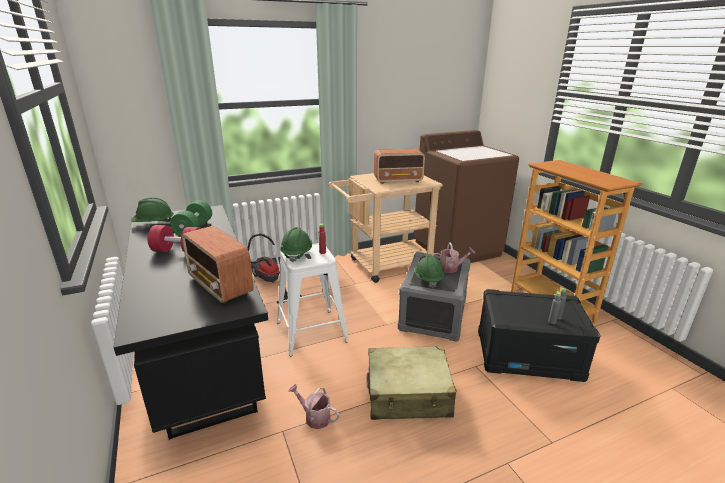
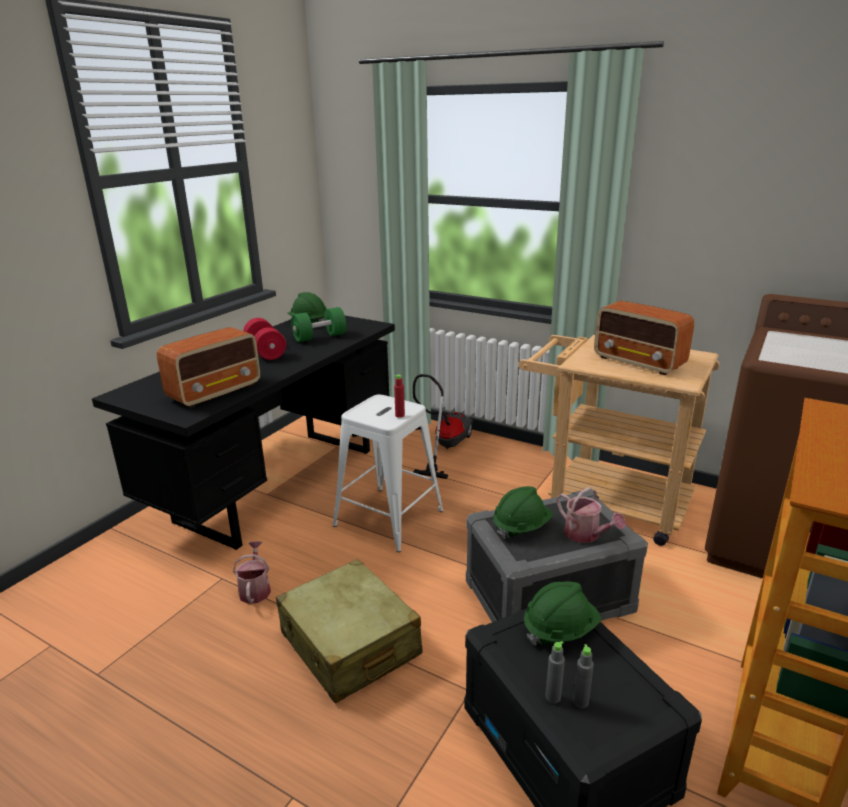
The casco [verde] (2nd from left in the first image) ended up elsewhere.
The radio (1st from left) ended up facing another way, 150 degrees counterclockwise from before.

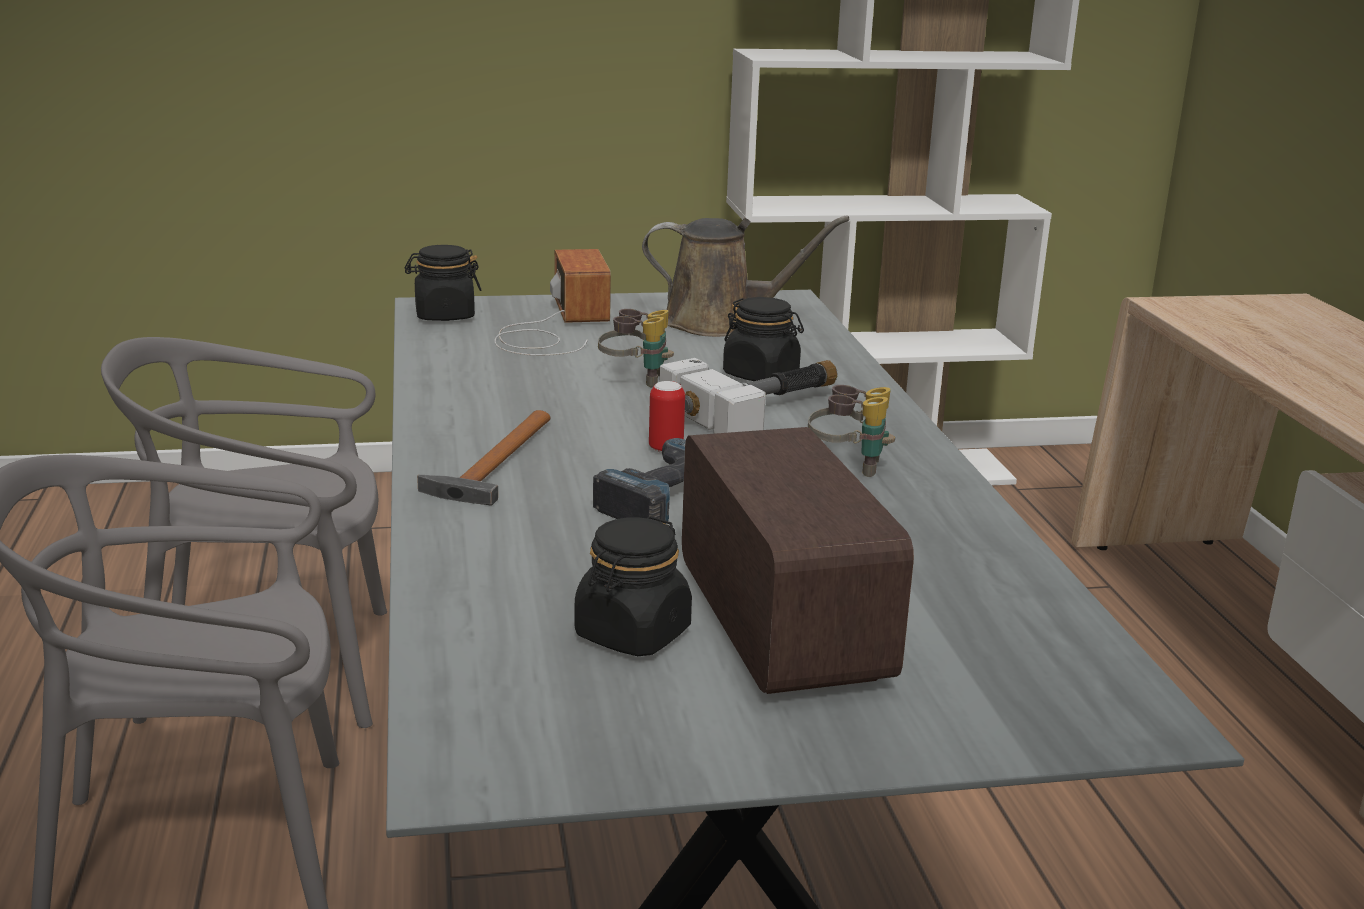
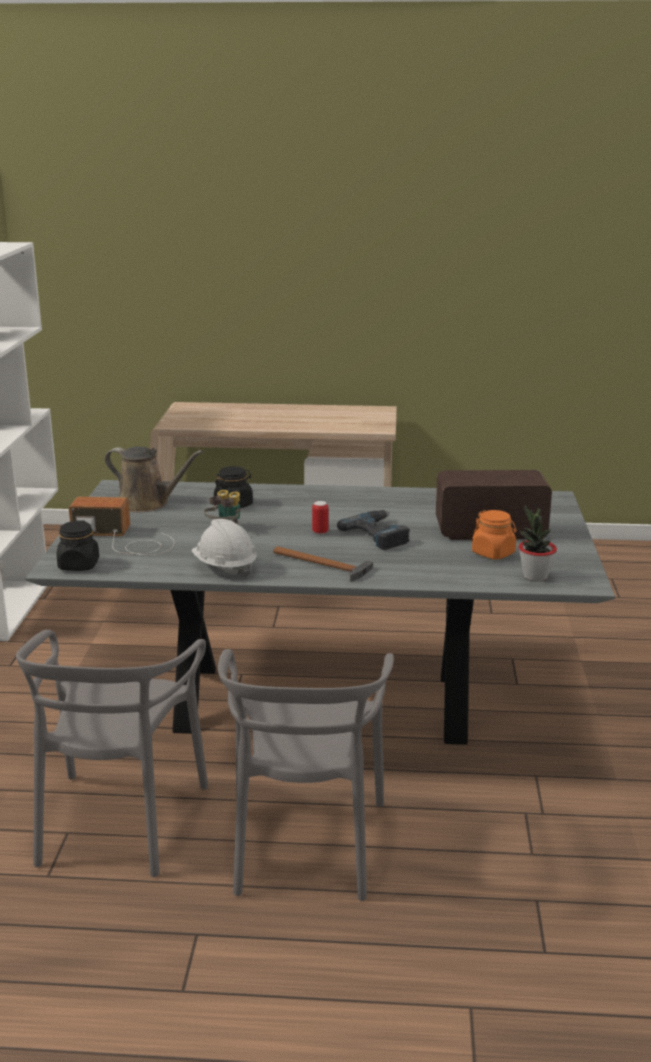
The second view lost the martillo (2nd from left).
The second view lost the prismáticos (2nd from left).
The second view gained the casco [blanco].
The second view gained the planta en maceta.
What was the tarro [negro] (2nd from left) turned into the tarro [naranja].
The regadera [marrón] ended up facing another way, 90 degrees clockwise from before.

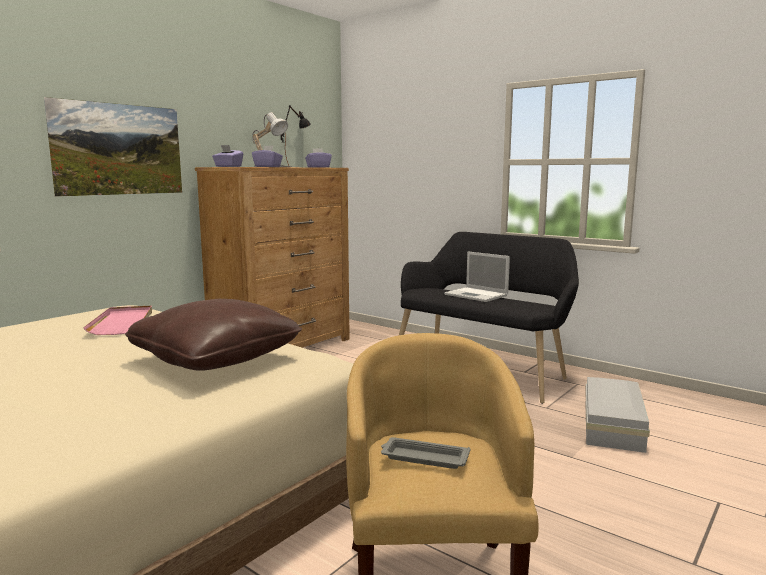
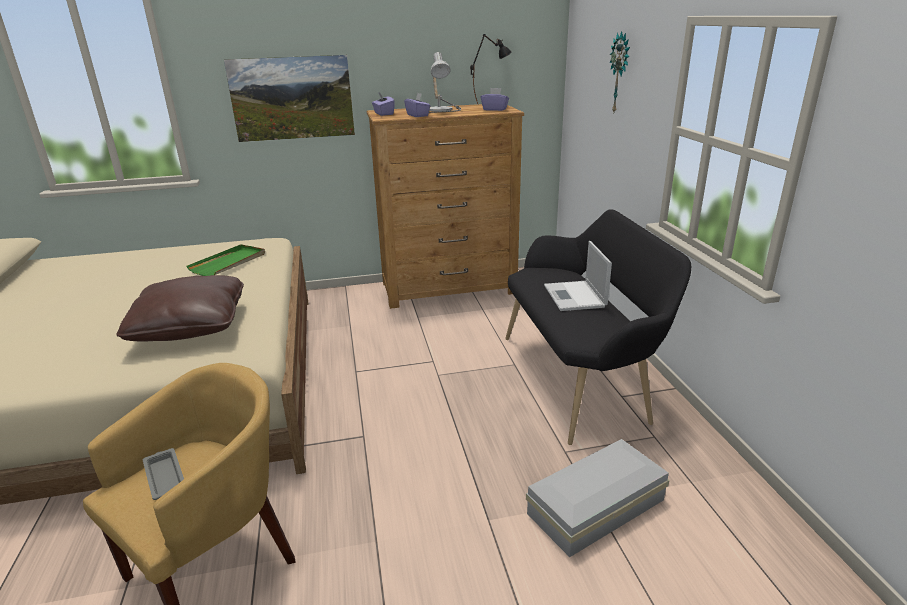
The second view gained the reloj de pared.
What was the bandeja [rosa] turned into the bandeja [verde].

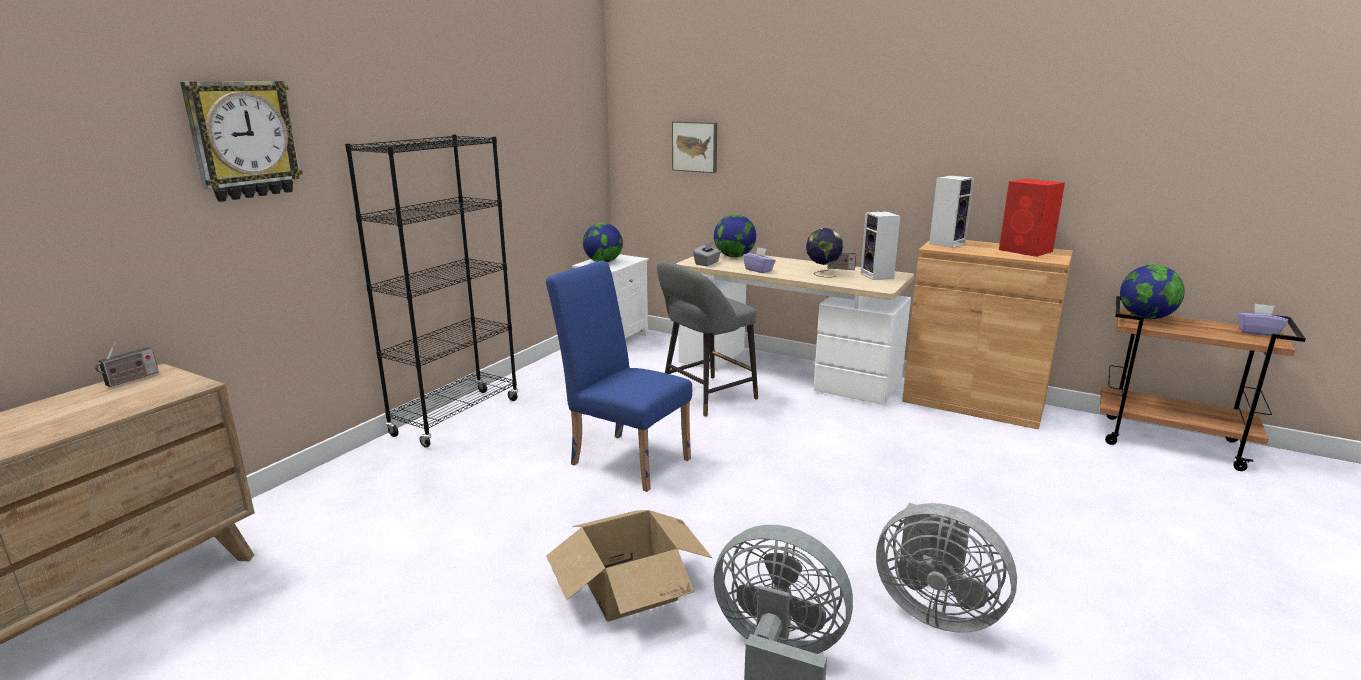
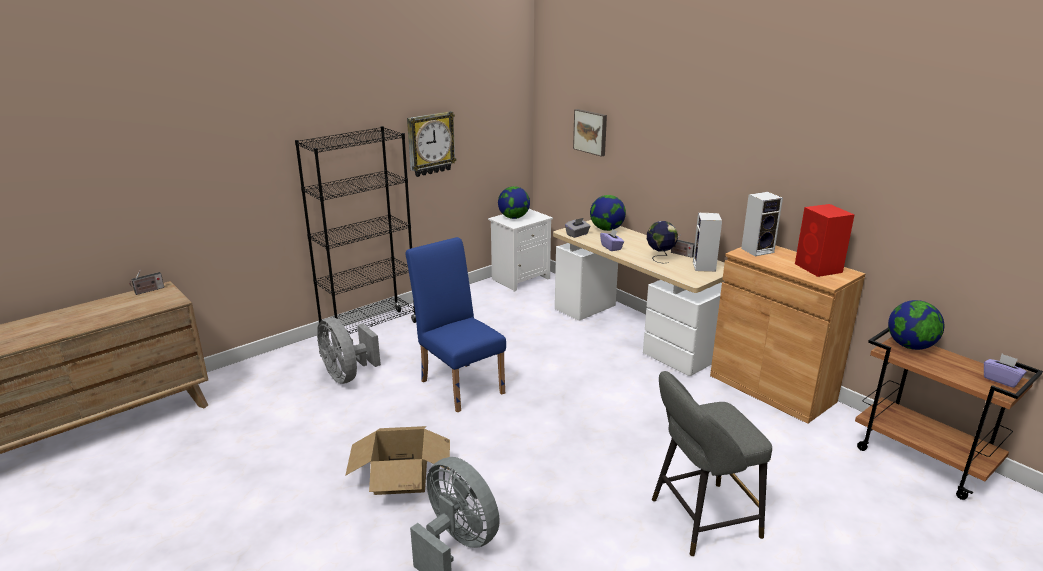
The reloj de pared ended up elsewhere.
The taburete [gris] ended up elsewhere.
The ventilador [gris] (2nd from left in the first image) ended up elsewhere.

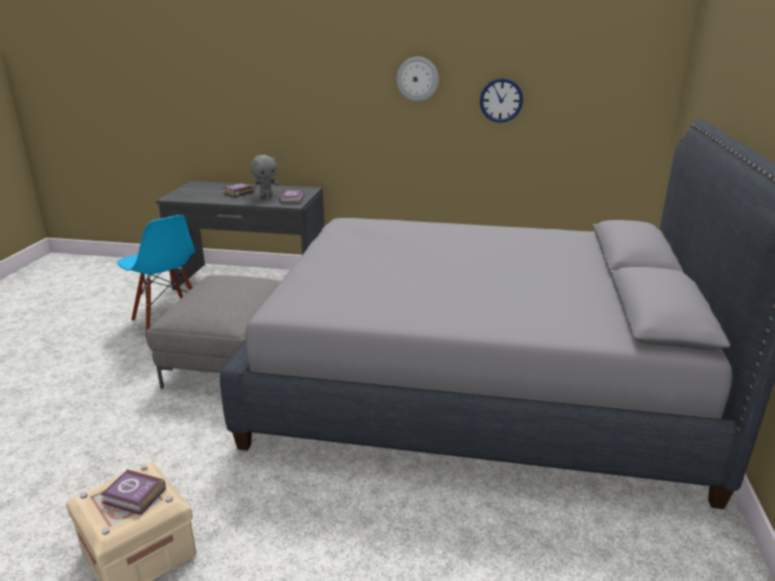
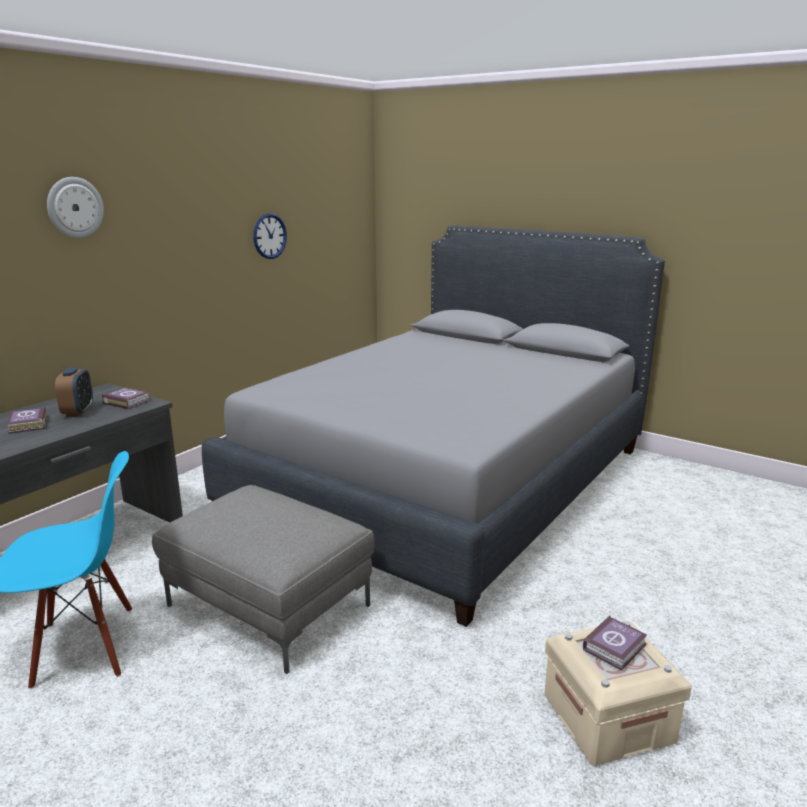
The reloj de pared (1st from left) ended up elsewhere.
Where the peluche [gris] stood, the despertador came to stand.

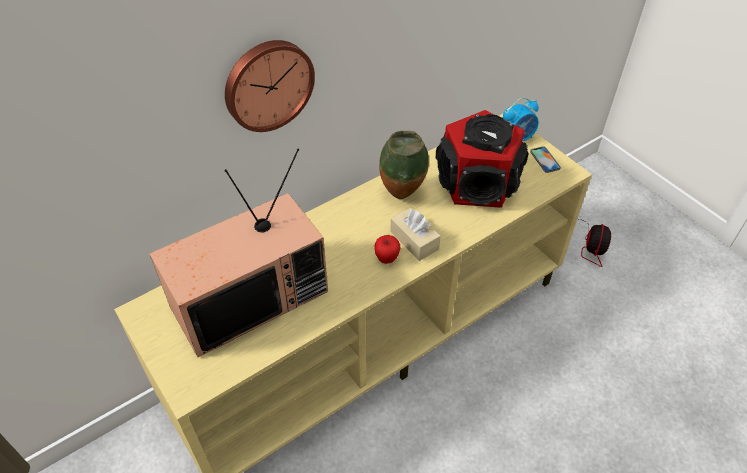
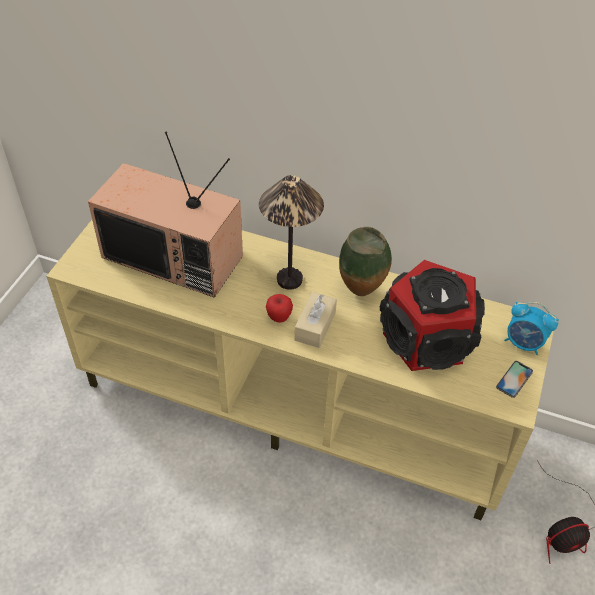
The second view lost the reloj de pared.
The second view gained the lámpara de mesa.

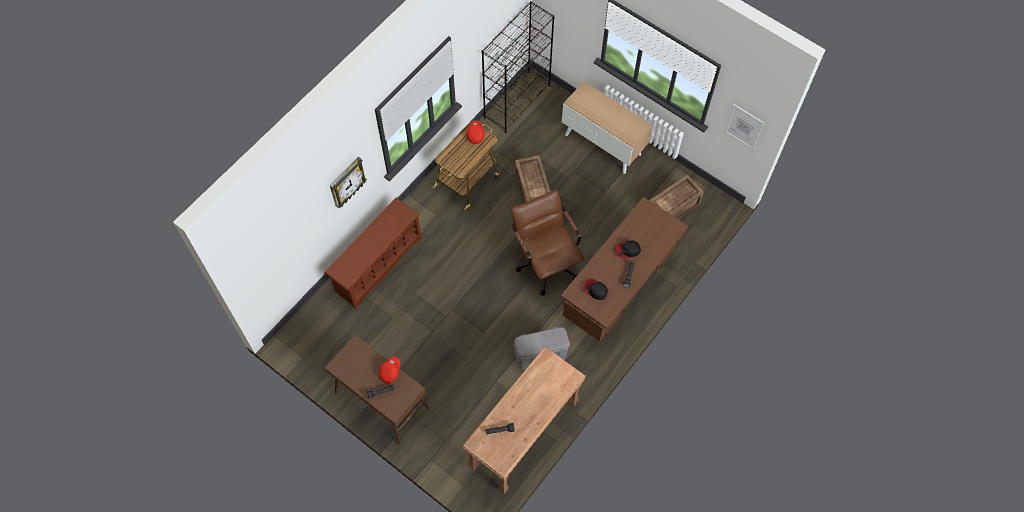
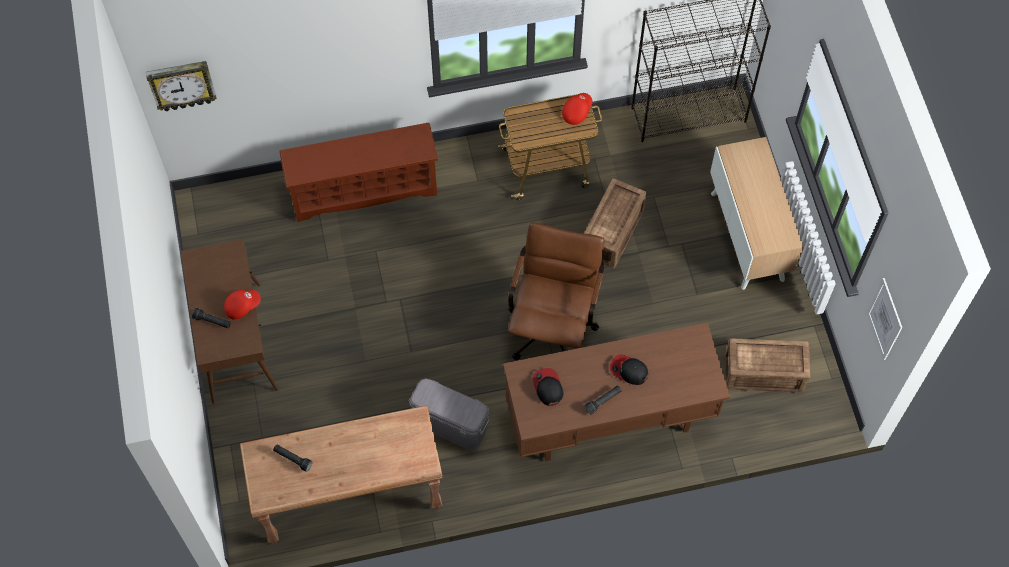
The reloj de pared ended up elsewhere.

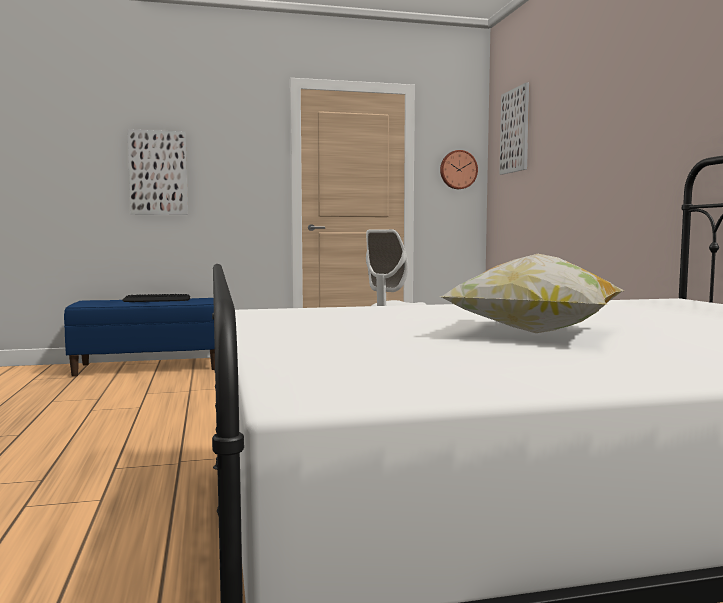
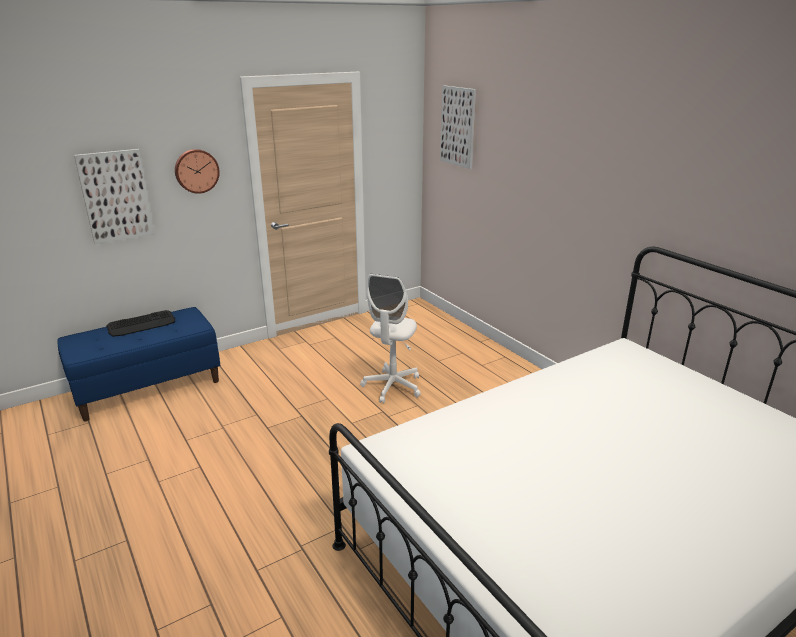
The second view lost the cojín.
The reloj de pared ended up elsewhere.

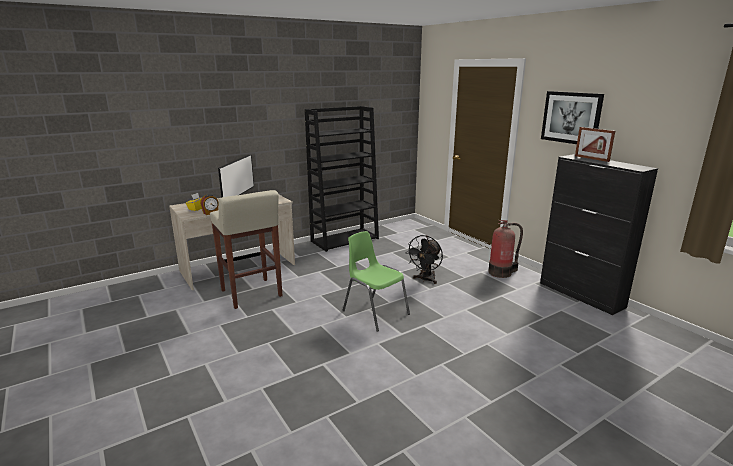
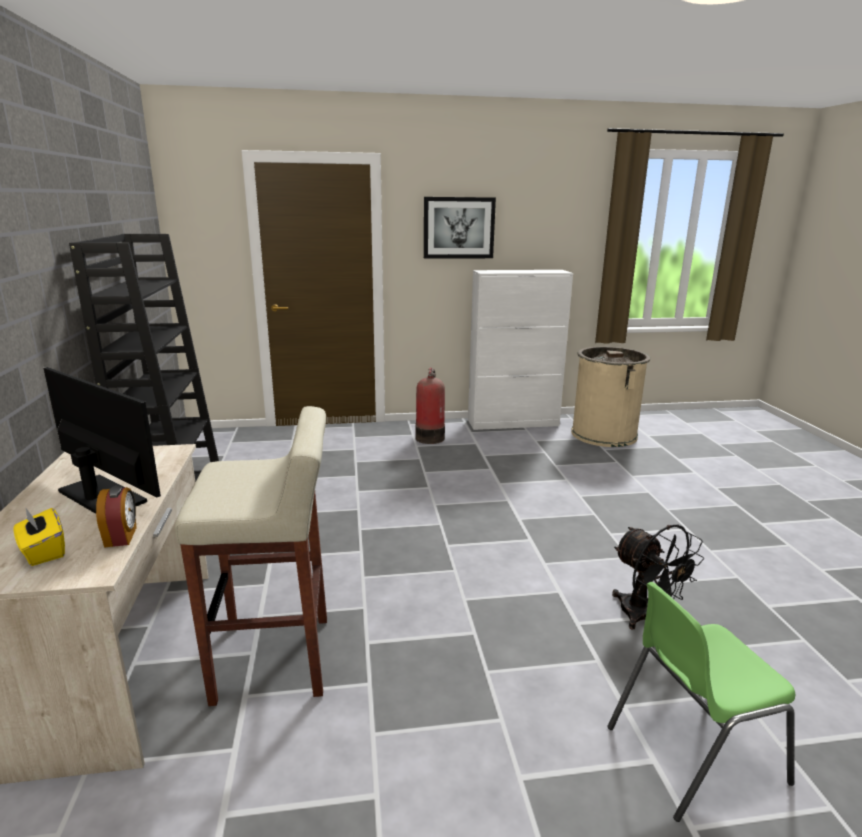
The second view lost the portarretratos.
The second view gained the papelera [beis].
The silla [verde] ended up elsewhere.
The ventilador [negro] ended up elsewhere.
What was the armario [negro] turned into the armario [blanco].

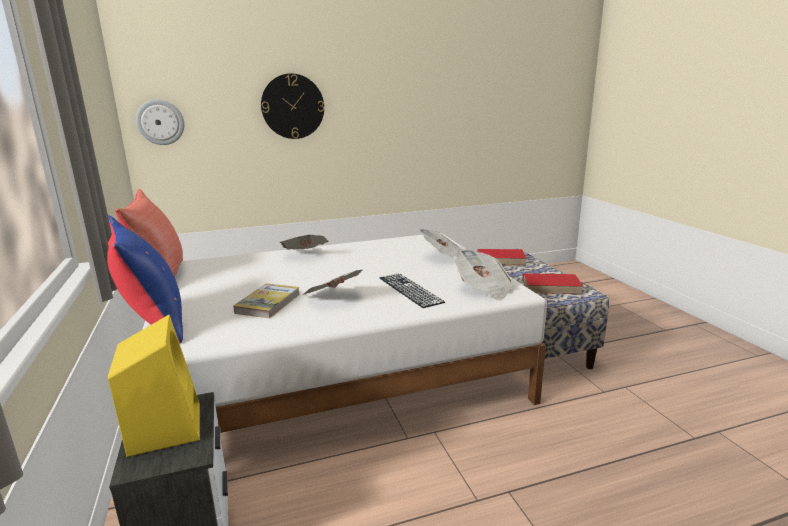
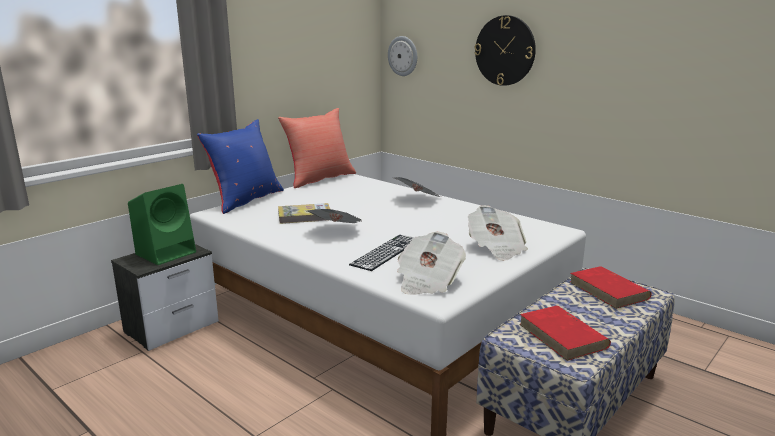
What was the altavoz [amarillo] turned into the altavoz [verde].

